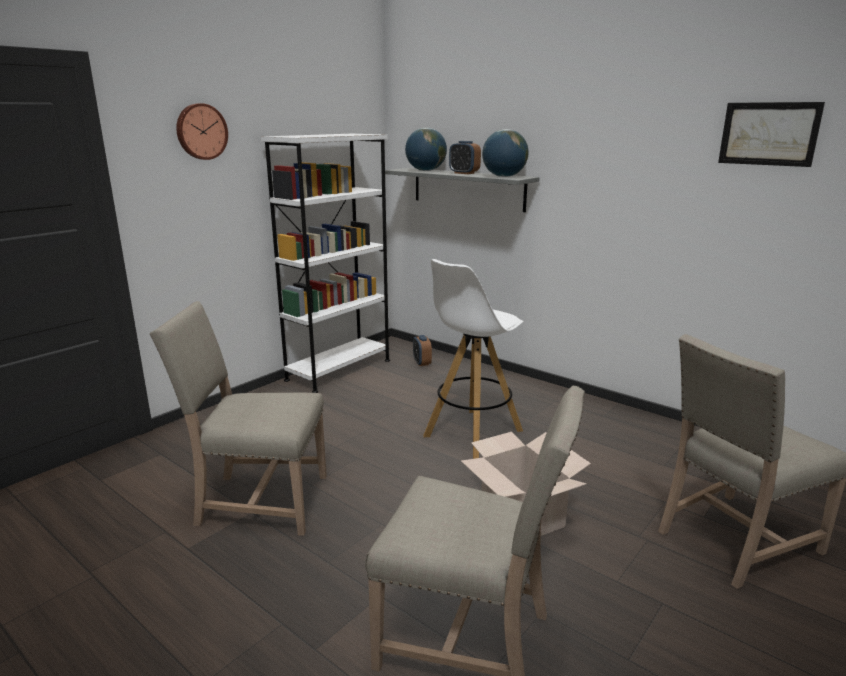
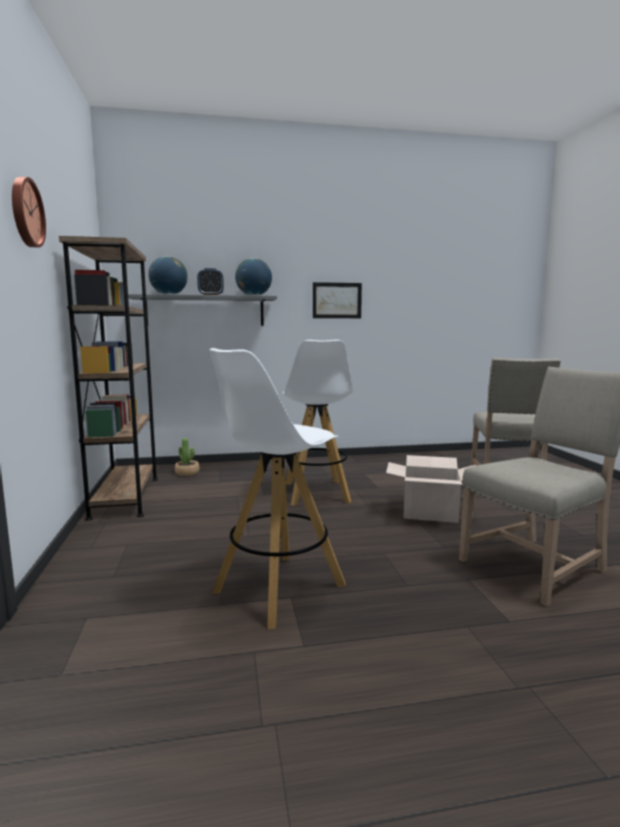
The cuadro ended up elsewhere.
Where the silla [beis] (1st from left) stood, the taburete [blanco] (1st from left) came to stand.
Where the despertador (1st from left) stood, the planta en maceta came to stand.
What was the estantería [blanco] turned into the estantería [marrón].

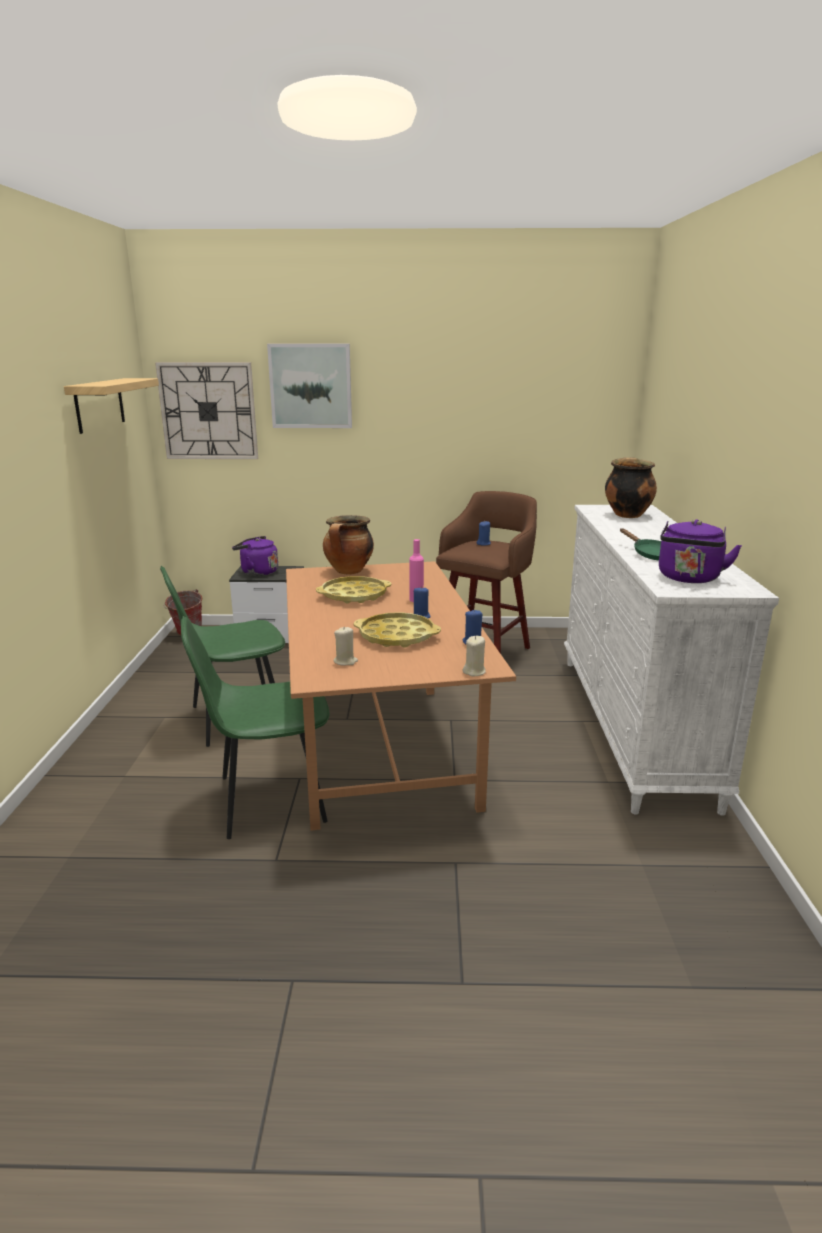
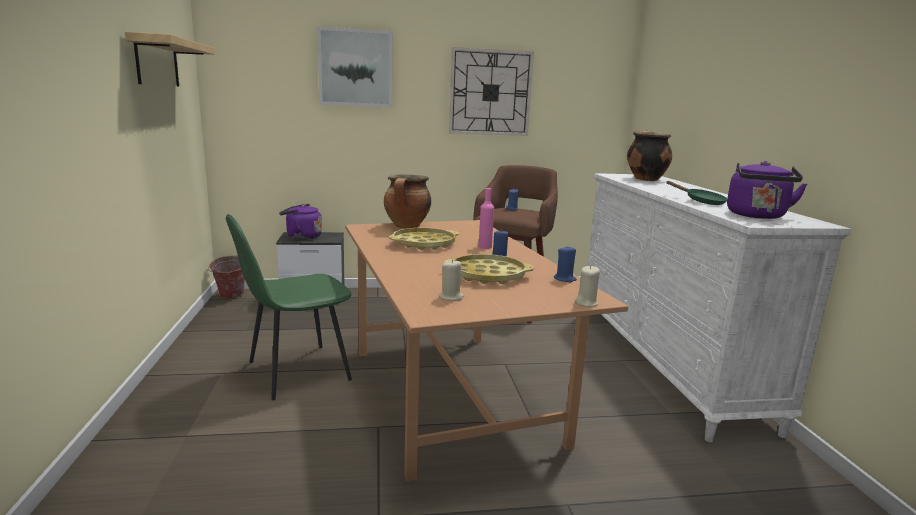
The second view lost the silla [verde] (2nd from left).
The reloj de pared ended up elsewhere.

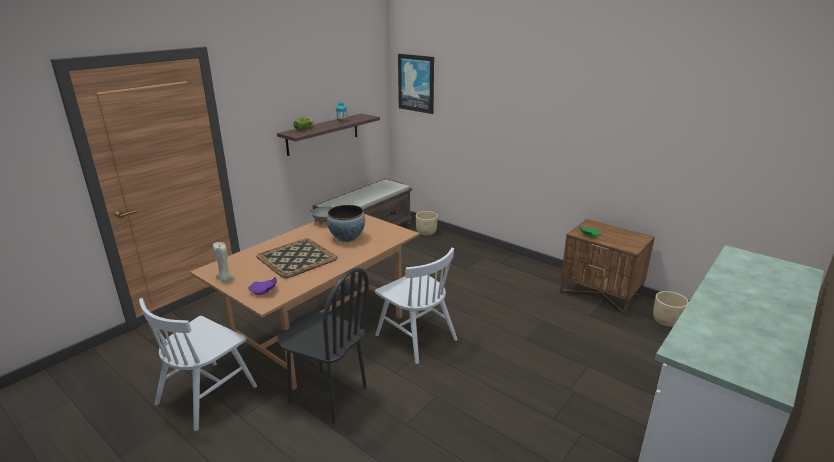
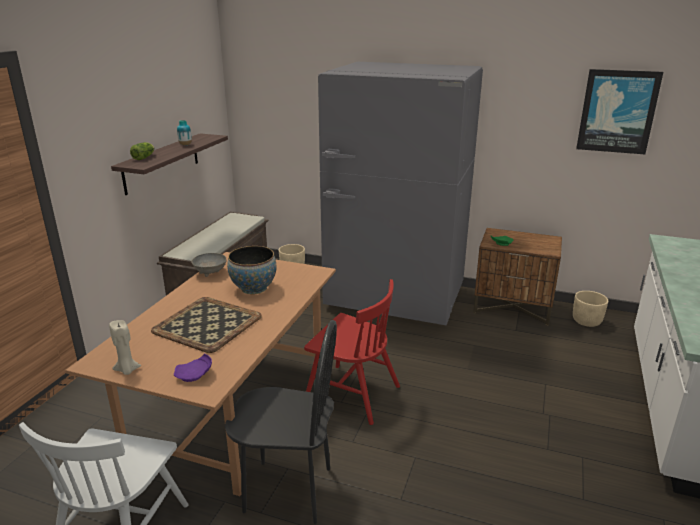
The second view gained the nevera [gris].
The cuadro ended up elsewhere.
What was the silla [blanco] (2nd from left) turned into the silla [rojo].

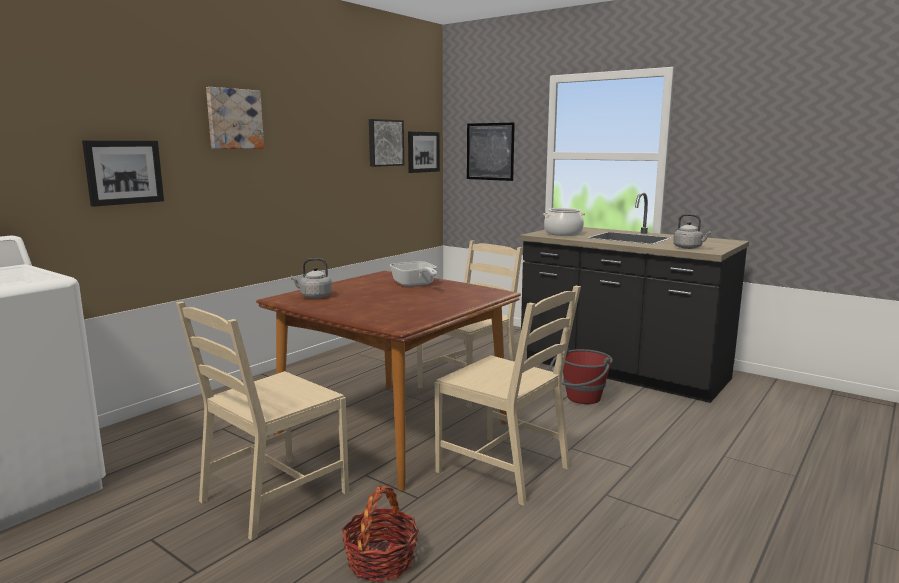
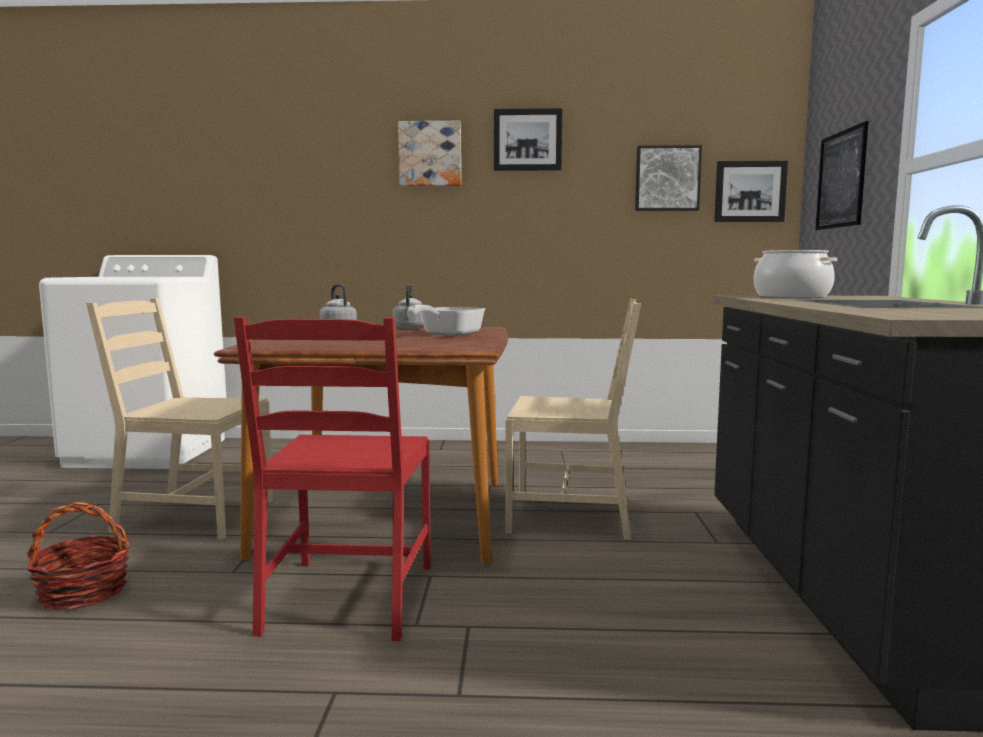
The second view lost the cubo [rojo].
The cuadro (1st from left in the first image) ended up elsewhere.
The hervidor [gris] (2nd from left) ended up elsewhere.
What was the silla [beis] (3rd from left) turned into the silla [rojo].

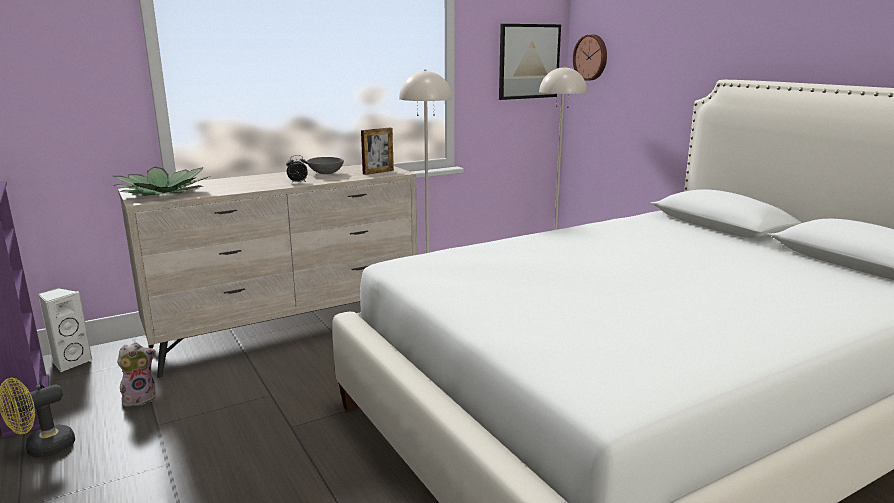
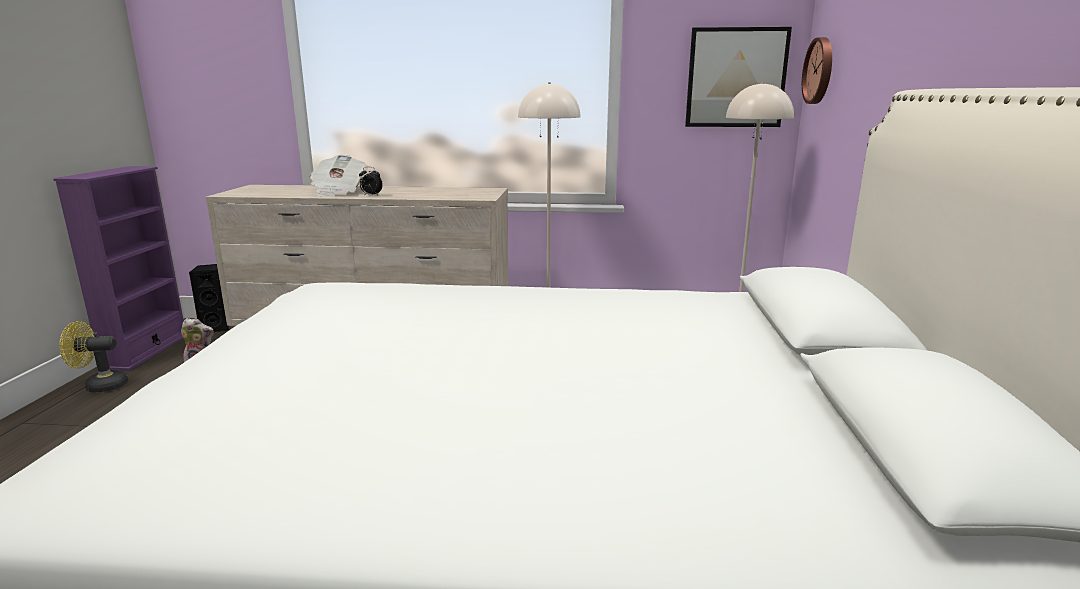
The second view lost the planta en maceta.
The second view lost the cuenco [gris].
The second view lost the portarretratos.
The second view gained the periódico.
What was the altavoz [blanco] turned into the altavoz [negro].

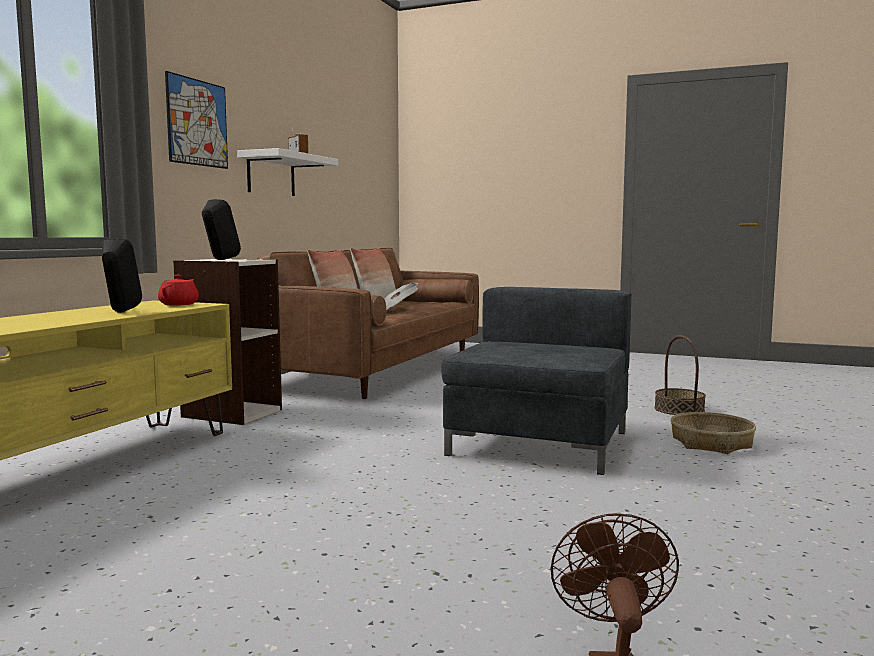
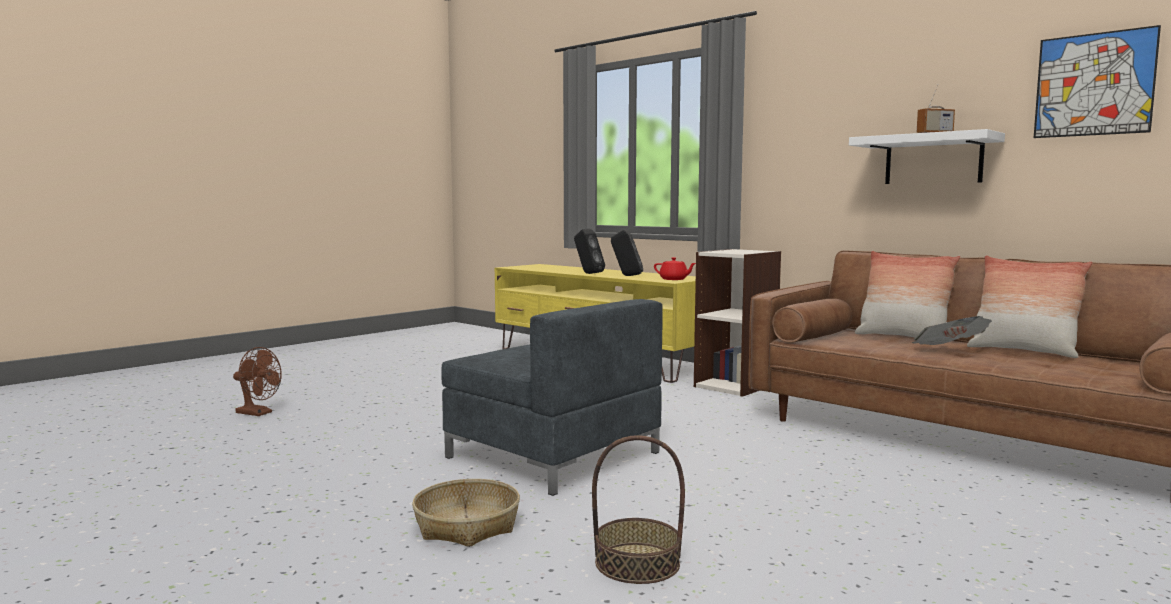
The cuadro ended up elsewhere.
The altavoz [negro] (2nd from left in the first image) ended up elsewhere.

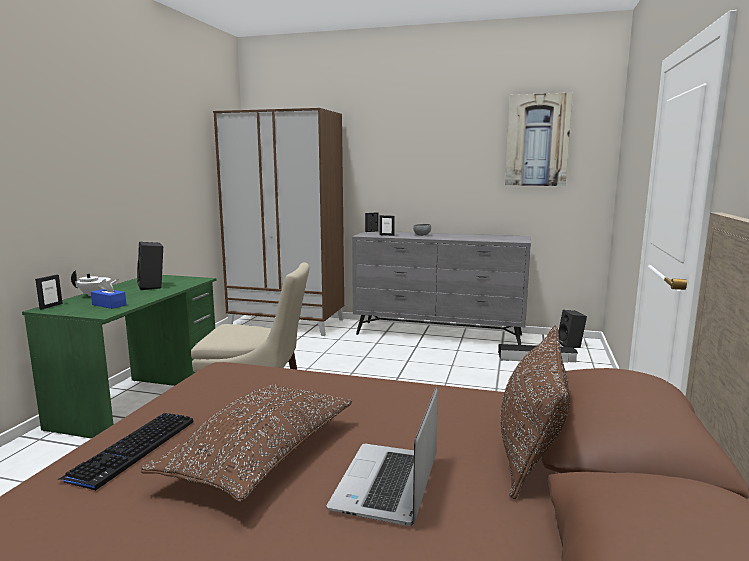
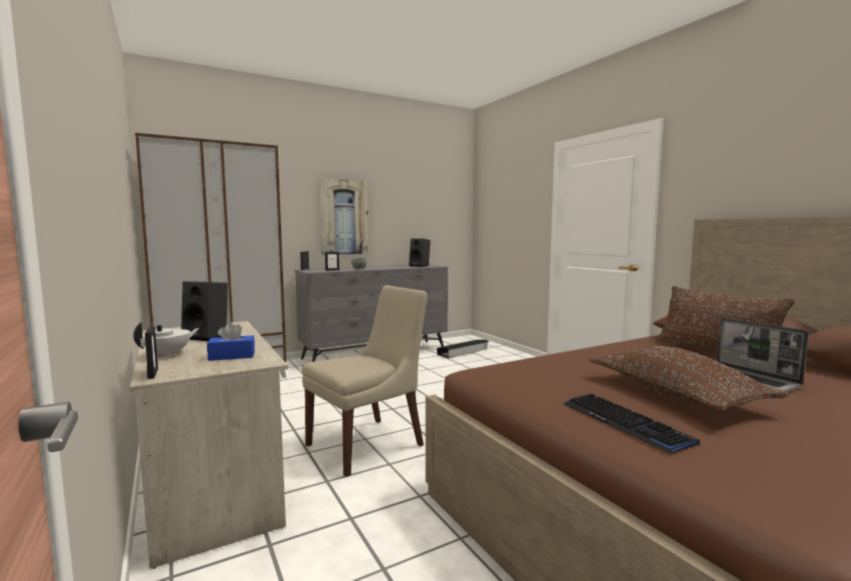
The cuadro ended up elsewhere.
The altavoz [negro] (2nd from left) ended up elsewhere.
What was the escritorio [verde] turned into the escritorio [beis].

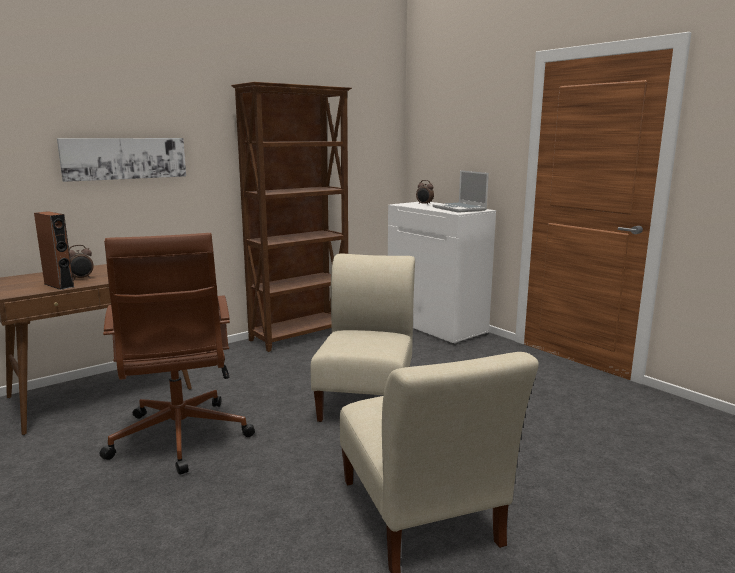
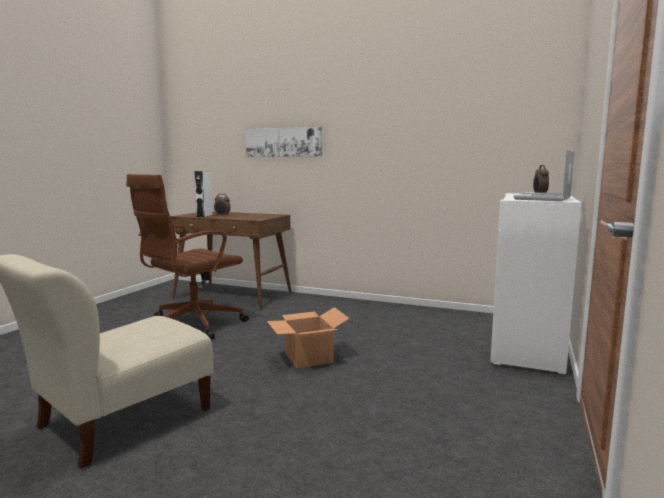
The second view lost the estantería [marrón].
Where the silla [beis] (1st from left) stood, the caja de cartón came to stand.
What was the altavoz [marrón] turned into the altavoz [blanco].

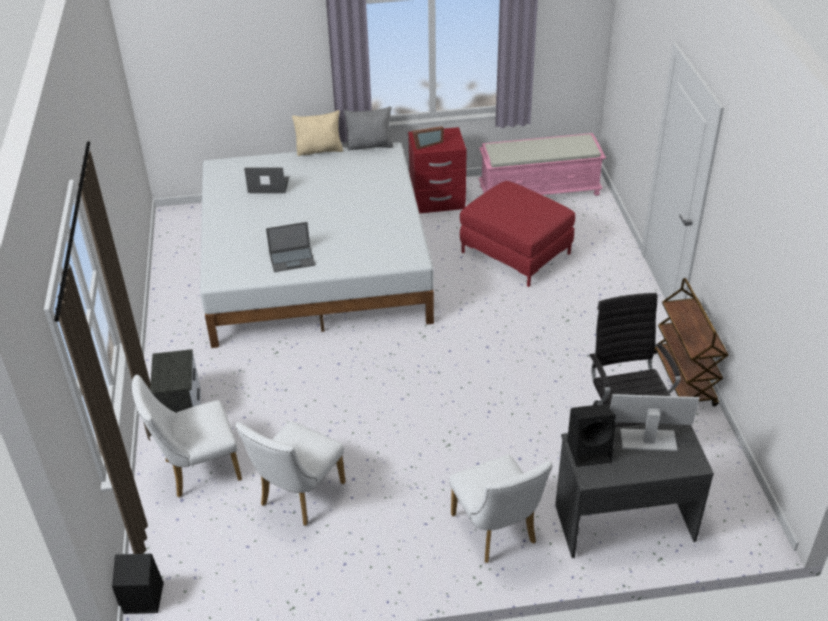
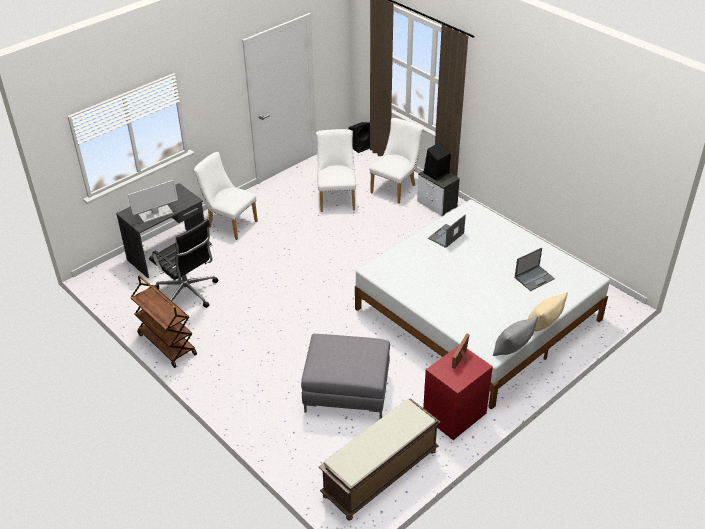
The altavoz [negro] (2nd from left) ended up elsewhere.
What was the puf [rojo] turned into the puf [gris].
What was the banco [rosa] turned into the banco [marrón].

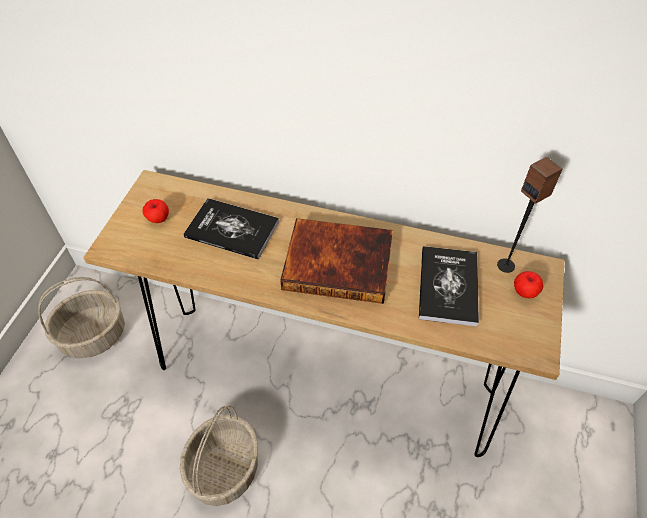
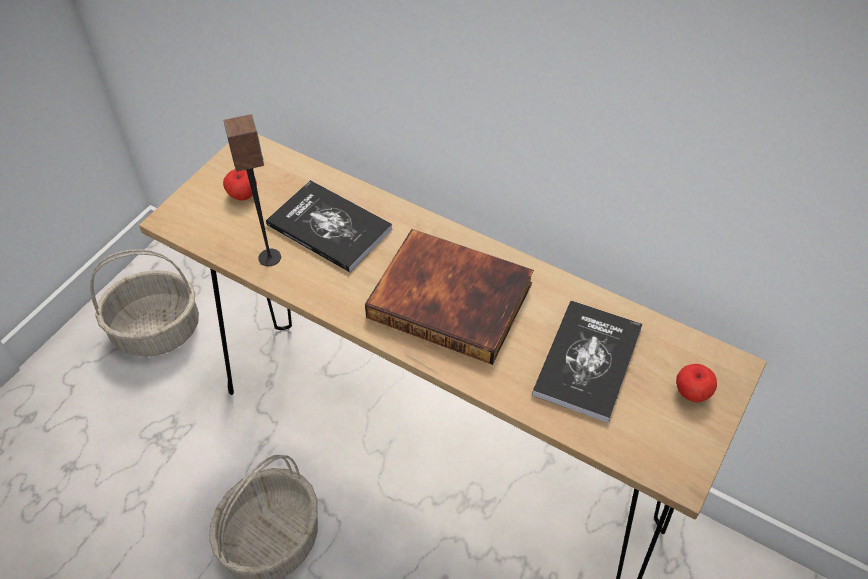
The altavoz ended up elsewhere.

